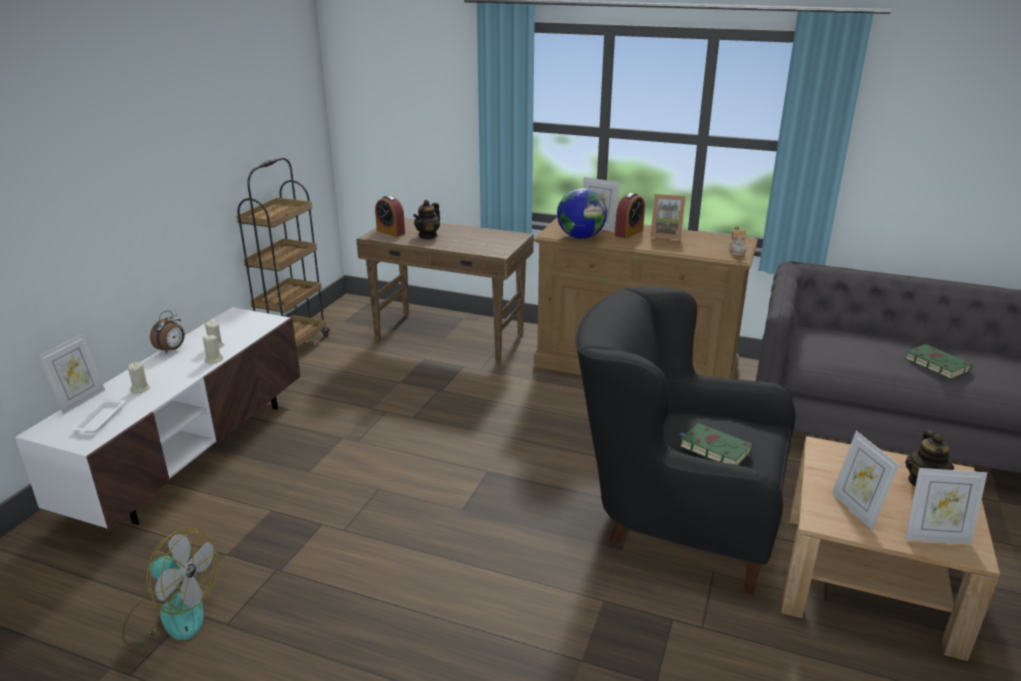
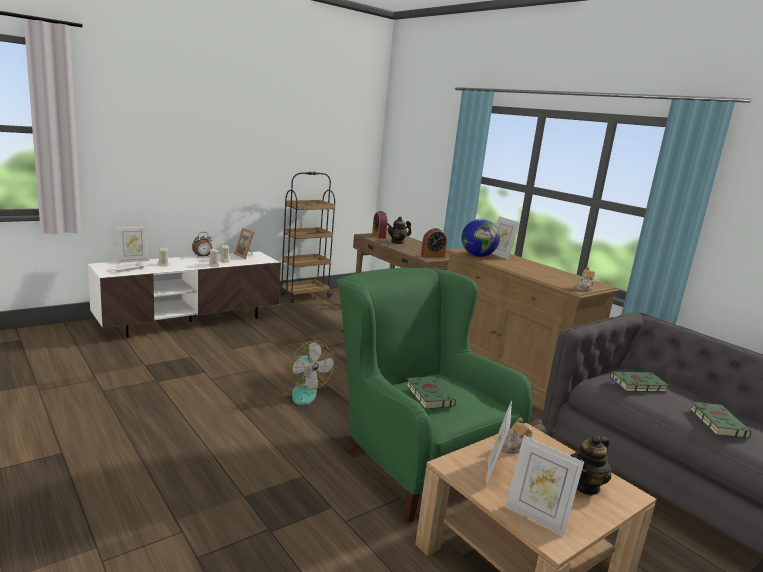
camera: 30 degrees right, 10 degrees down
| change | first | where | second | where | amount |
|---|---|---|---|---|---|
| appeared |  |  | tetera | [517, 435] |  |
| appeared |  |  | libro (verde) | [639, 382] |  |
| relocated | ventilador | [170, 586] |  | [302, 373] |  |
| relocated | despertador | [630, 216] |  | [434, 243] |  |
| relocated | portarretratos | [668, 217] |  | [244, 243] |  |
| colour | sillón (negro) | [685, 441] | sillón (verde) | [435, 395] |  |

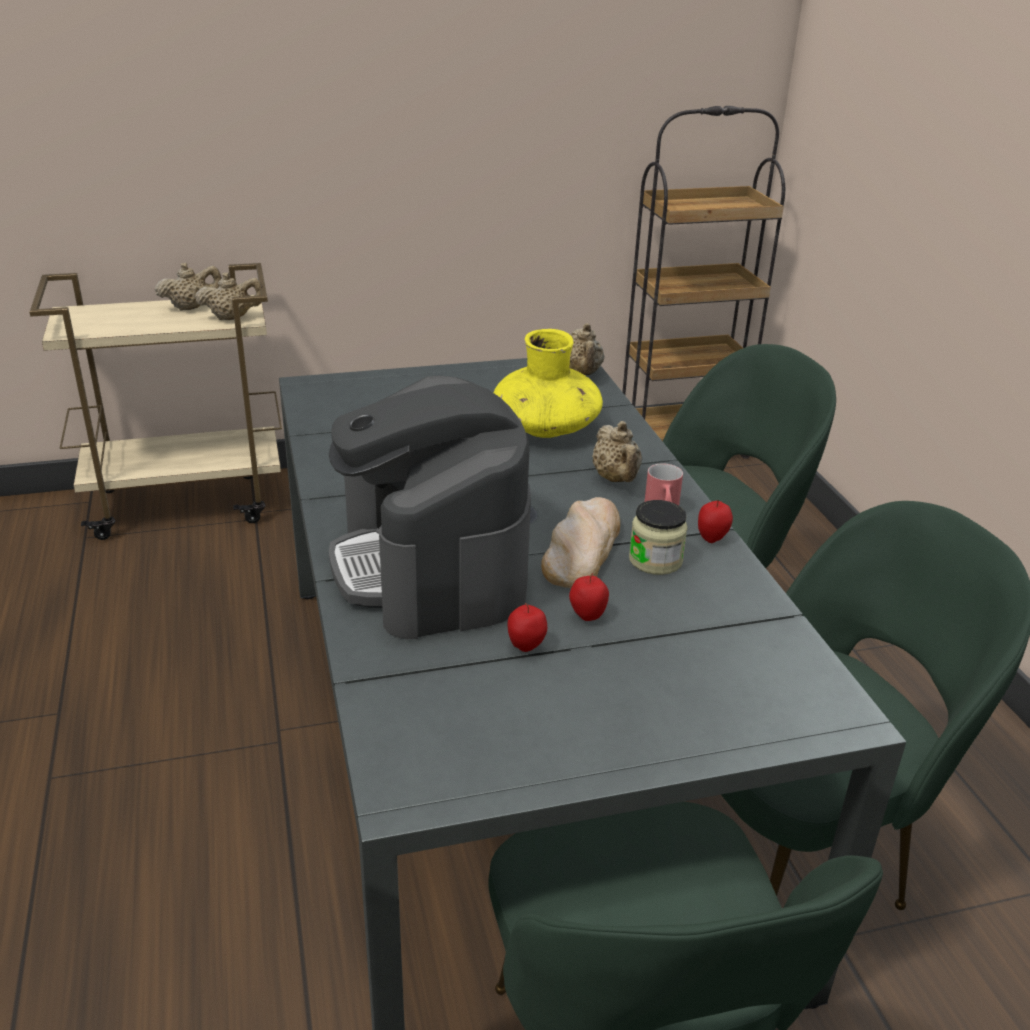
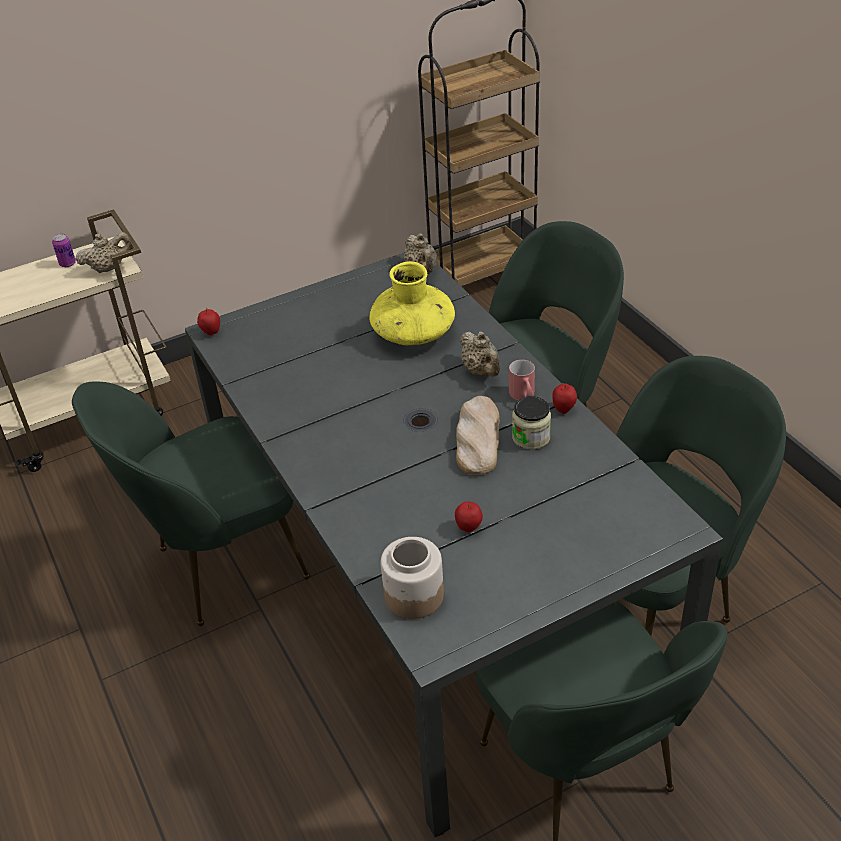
camera: 10 degrees left, 10 degrees up
| change | first | where | second | where | amount |
|---|---|---|---|---|---|
| missing | cafetera | [430, 507] |  |  |  |
| appeared |  |  | silla (verde) | [191, 503] |  |
| appeared |  |  | tarro | [412, 578] |  |
| relocated | manzana | [589, 597] |  | [208, 321] |  |
| exchanged | tetera (beis) | [188, 286] | lata | [64, 250] |  |

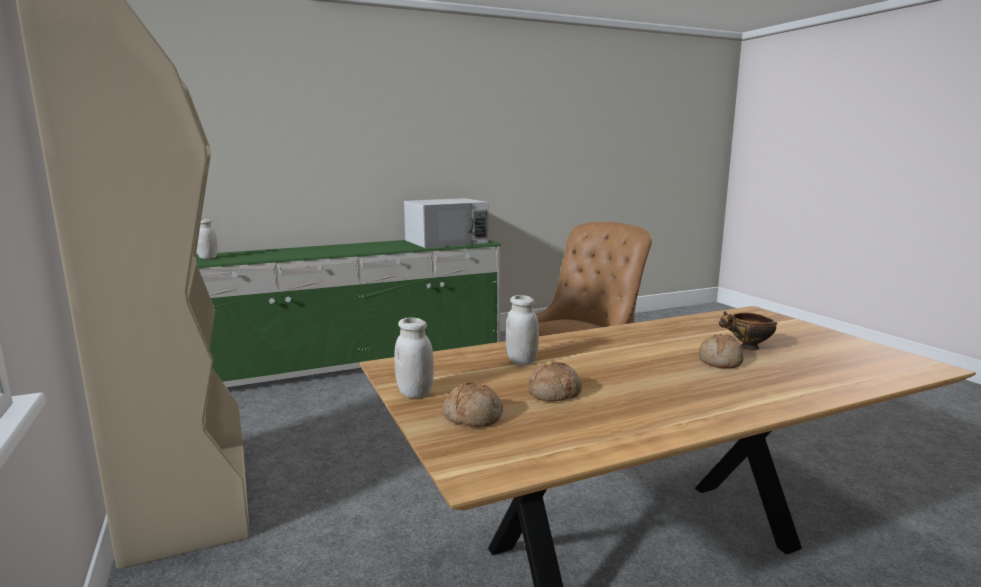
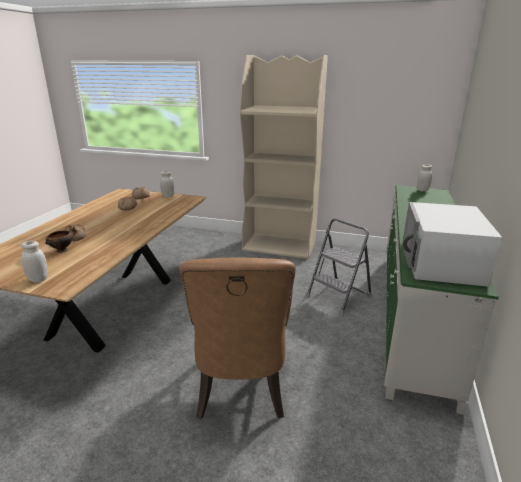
camera: 130 degrees right, 10 degrees up
| change | first | where | second | where | amount |
|---|---|---|---|---|---|
| appeared |  |  | escalera de tijera (gris) | [338, 267] |  |
| relocated | tarro (blanco) | [522, 330] |  | [34, 261] |  |

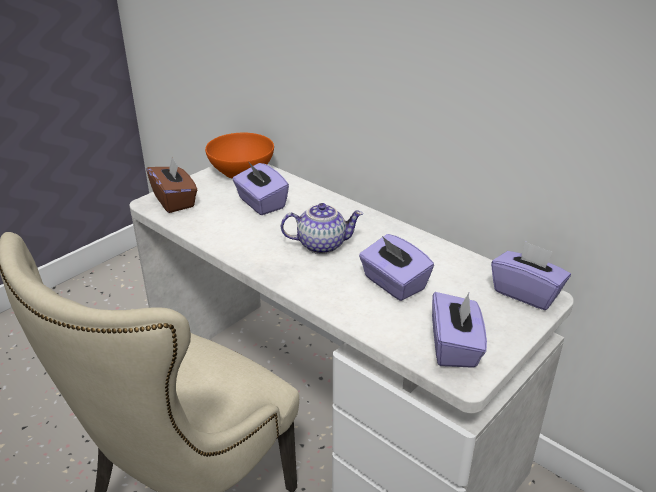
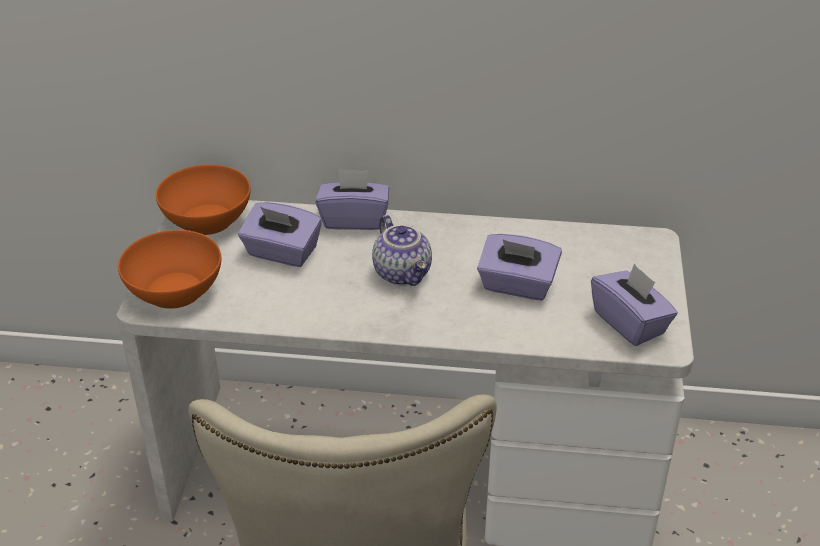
camera: 35 degrees left, 5 degrees up
| change | first | where | second | where | amount |
|---|---|---|---|---|---|
| relocated | caja de pañuelos (morado) | [531, 275] |  | [352, 199] |  |
| exchanged | caja de pañuelos (marrón) | [171, 185] | cuenco (naranja) | [169, 269] |  |
| spun | tetera | [322, 228] |  | [402, 250] | 105 degrees clockwise |

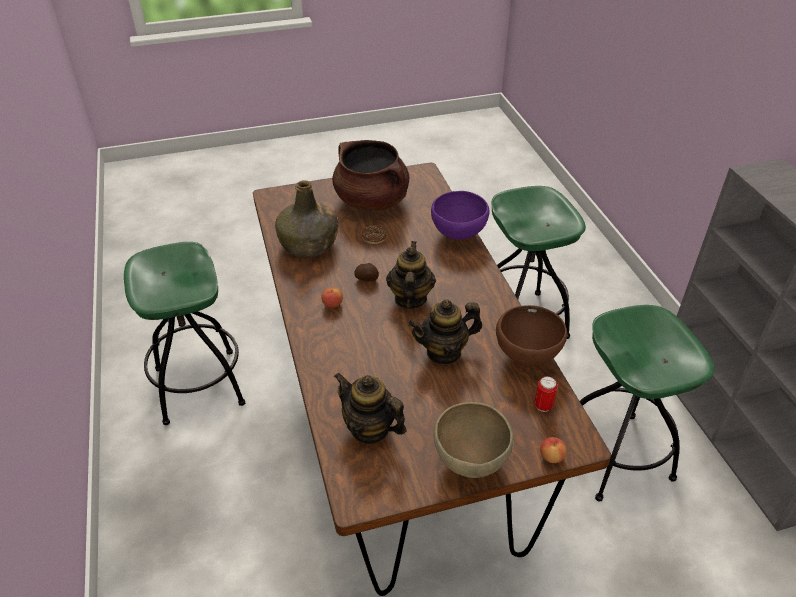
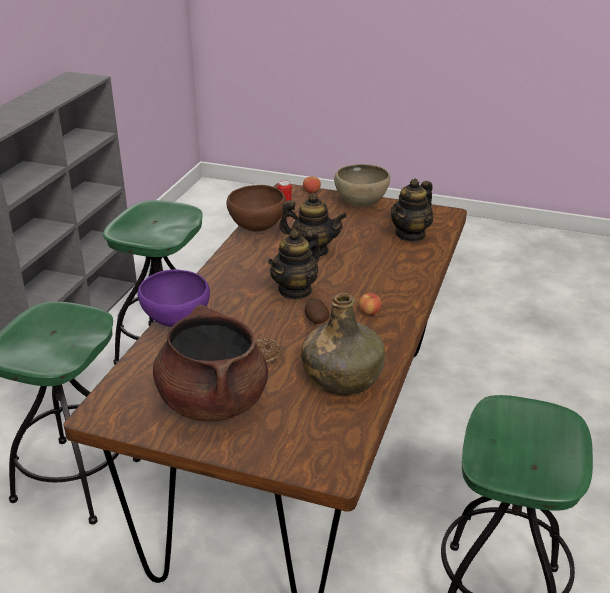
camera: 145 degrees left, 10 degrees down
| change | first | where | second | where | amount |
|---|---|---|---|---|---|
| spun | tetera | [370, 408] |  | [412, 210] | 60 degrees clockwise |

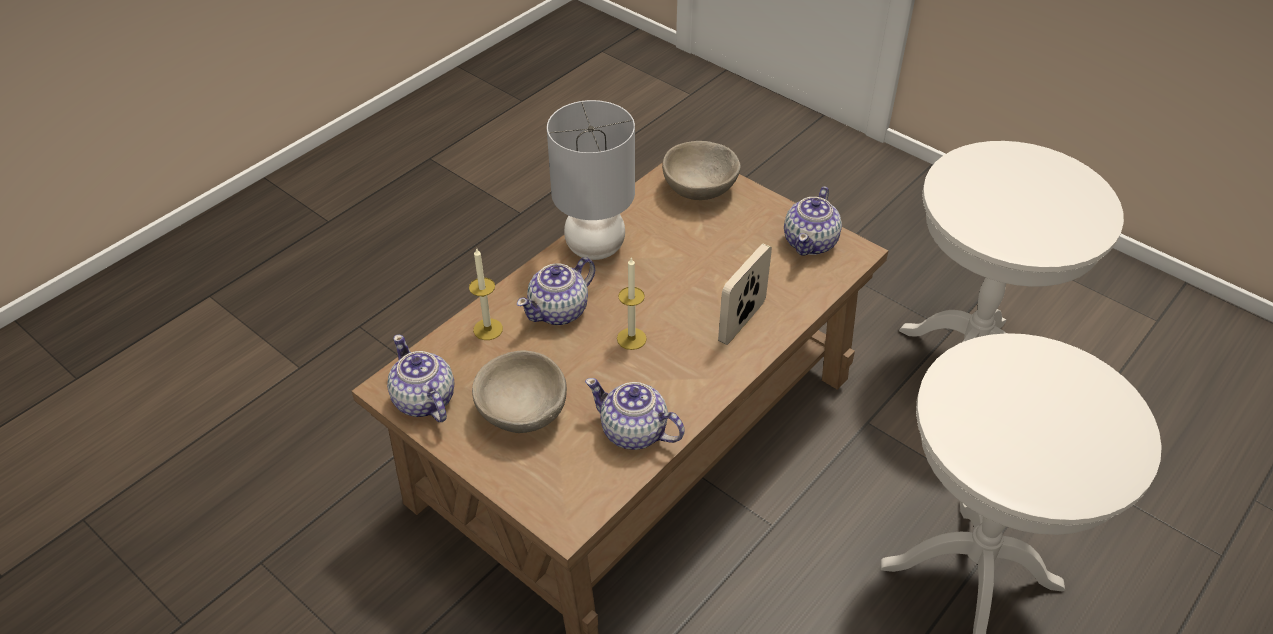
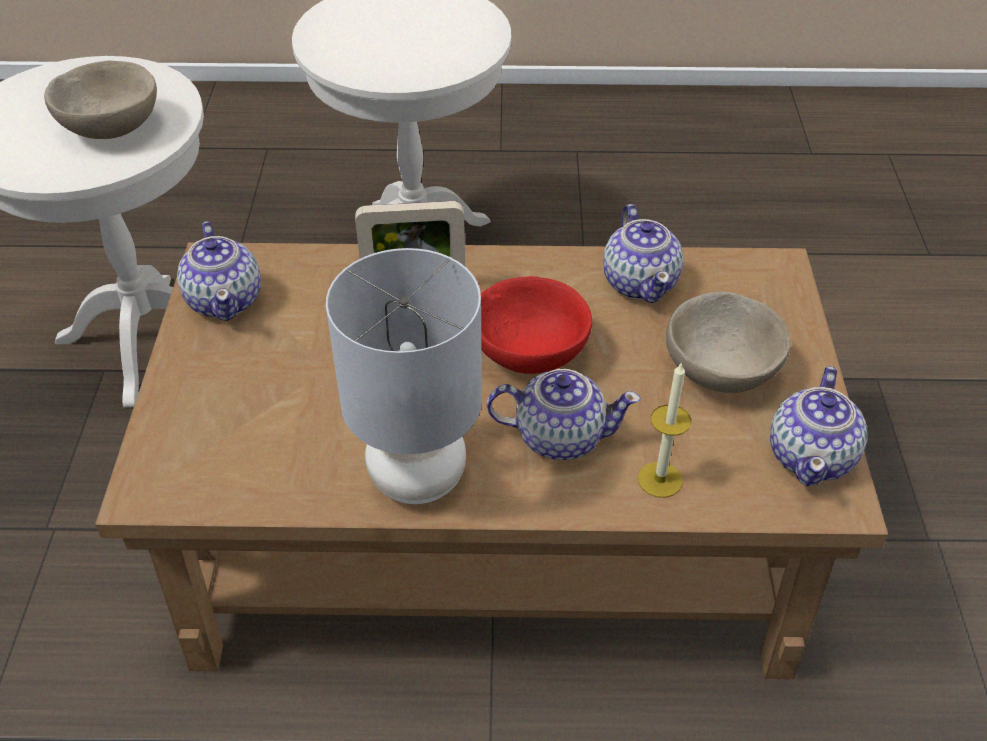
camera: 130 degrees left, 0 degrees up
| change | first | where | second | where | amount |
|---|---|---|---|---|---|
| relocated | cuenco (beis) | [701, 170] |  | [100, 100] |  |
| exchanged | vela | [632, 303] | cuenco (rojo) | [536, 325] |  |
| spun | tetera | [813, 221] |  | [219, 271] | 90 degrees clockwise |

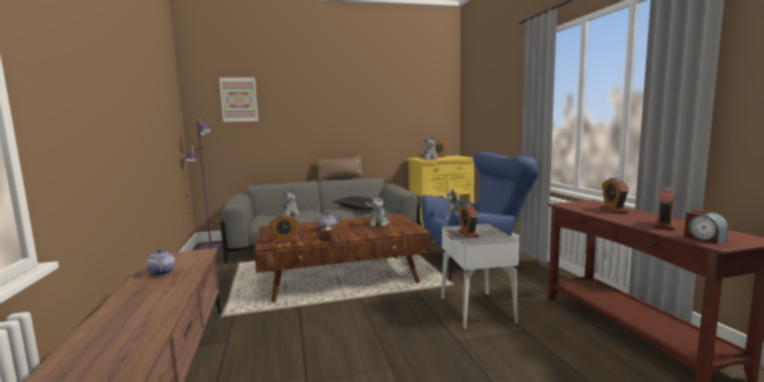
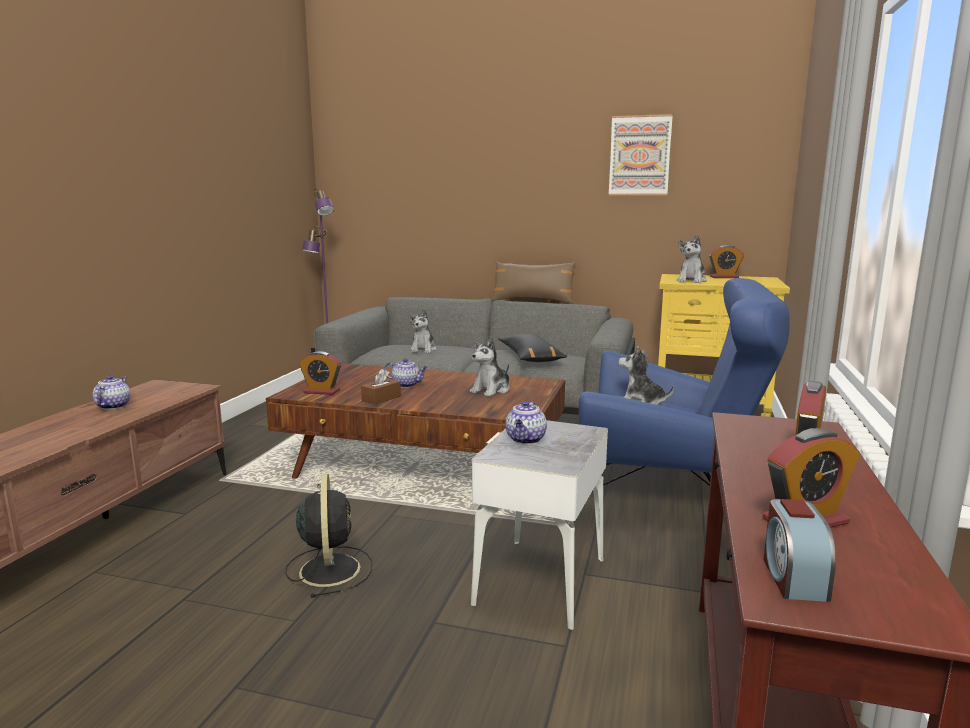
camera: 30 degrees right, 5 degrees up
| change | first | where | second | where | amount |
|---|---|---|---|---|---|
| appeared |  |  | ventilador (negro) | [328, 536] |  |
| relocated | cuadro | [238, 99] |  | [641, 154] |  |
| exchanged | despertador | [468, 221] | tetera | [526, 422] |  |

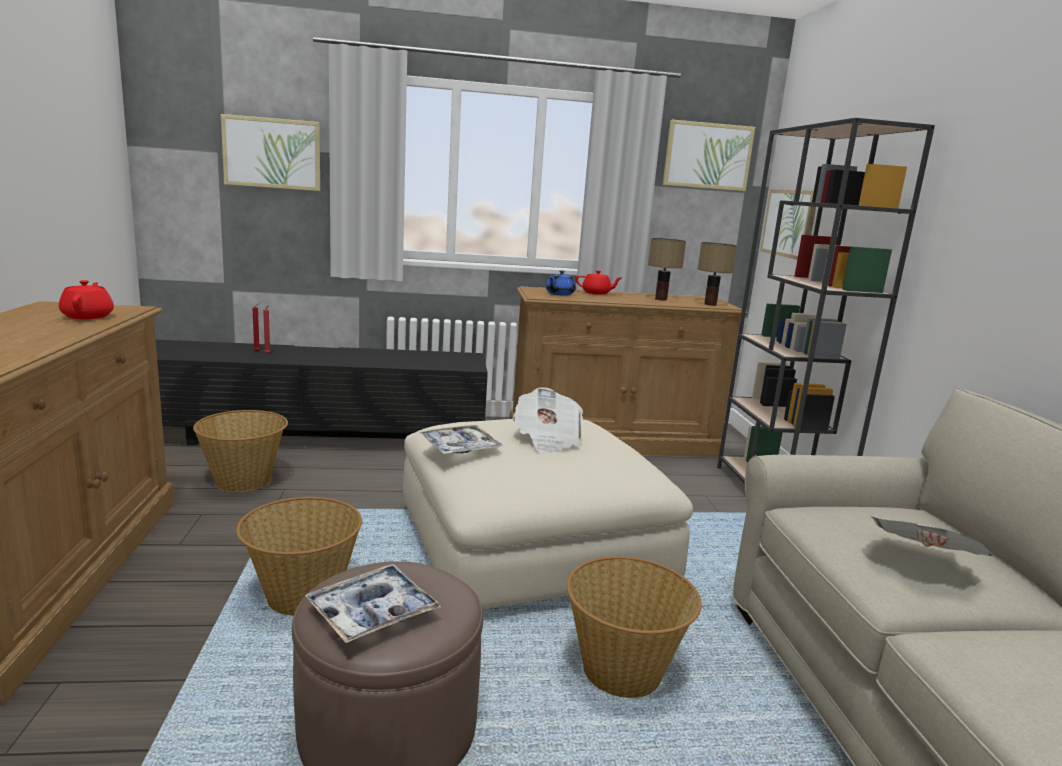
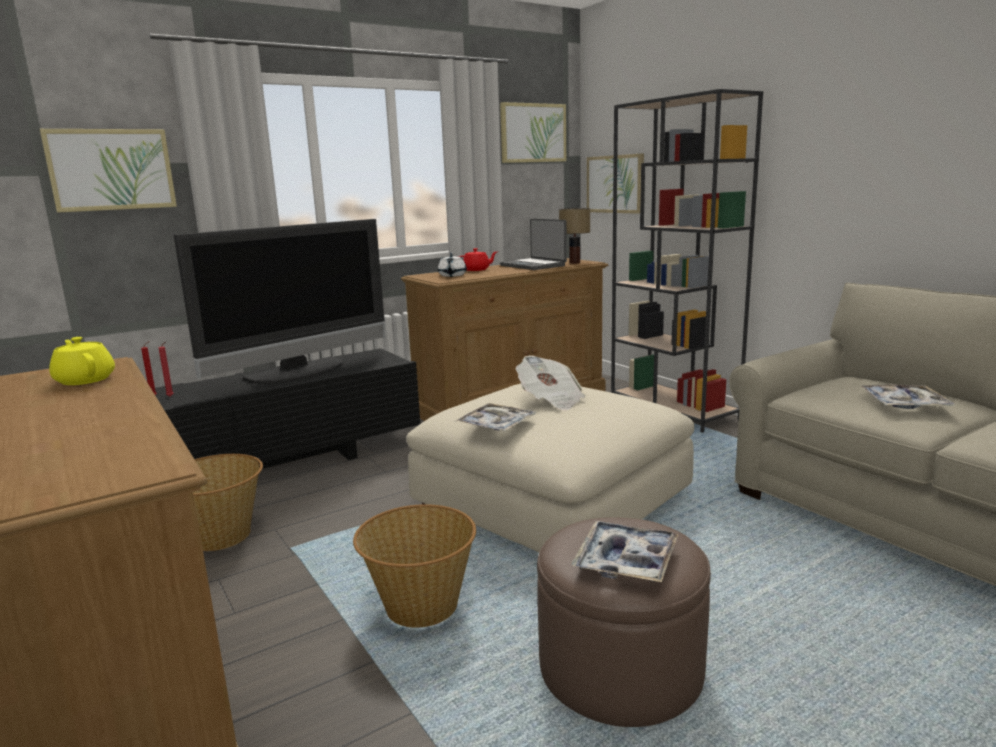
camera: 25 degrees left, 0 degrees up
| change | first | where | second | where | amount |
|---|---|---|---|---|---|
| missing | cesta | [634, 627] |  |  |  |
| appeared |  |  | televisor | [279, 301] |  |
| exchanged | lámpara de mesa | [667, 269] | portátil | [533, 244] |  |
| exchanged | periódico | [931, 536] | bandeja | [908, 396] |  |
| colour | tetera (rojo) | [86, 299] | tetera (amarillo) | [82, 361] |  |
| colour | tetera (azul) | [561, 283] | tetera (blanco) | [452, 265] |  |

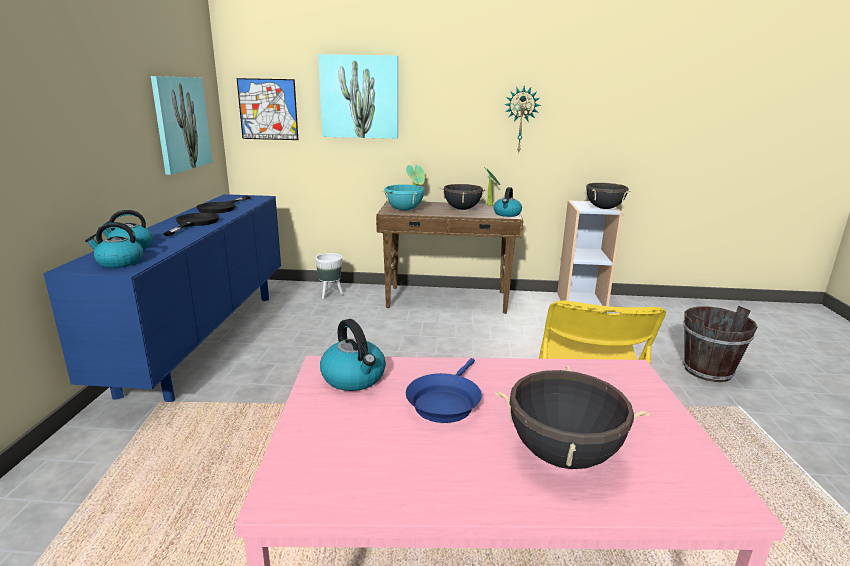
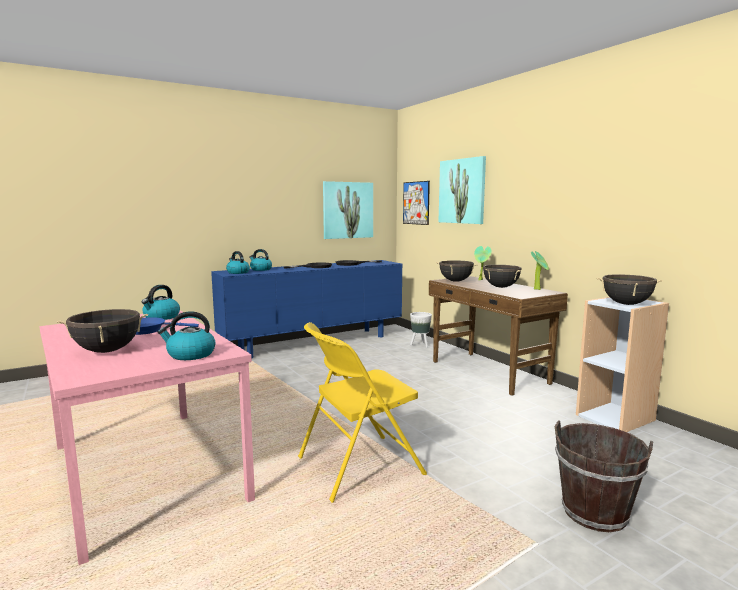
camera: 55 degrees right, 10 degrees down
| change | first | where | second | where | amount |
|---|---|---|---|---|---|
| missing | reloj de pared | [522, 119] |  |  |  |
| relocated | hervidor | [508, 202] |  | [187, 335] |  |
| colour | olla (turquesa) | [404, 197] | olla (negro) | [457, 271] |  |

